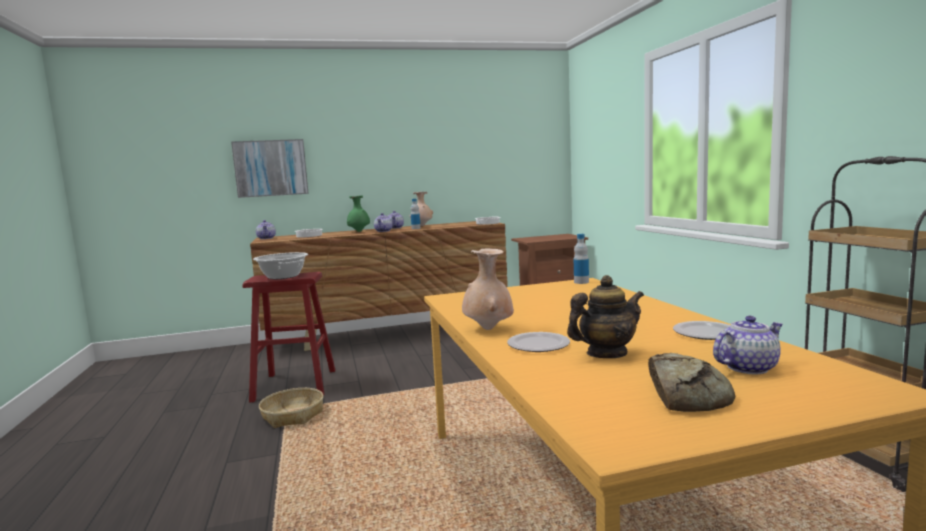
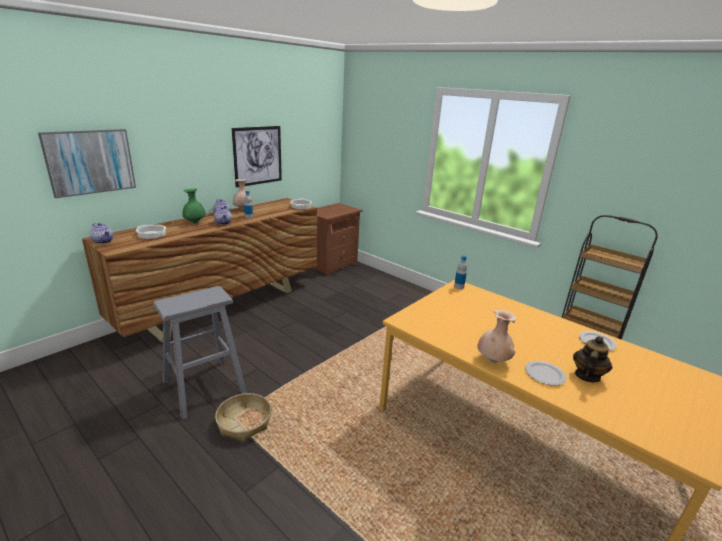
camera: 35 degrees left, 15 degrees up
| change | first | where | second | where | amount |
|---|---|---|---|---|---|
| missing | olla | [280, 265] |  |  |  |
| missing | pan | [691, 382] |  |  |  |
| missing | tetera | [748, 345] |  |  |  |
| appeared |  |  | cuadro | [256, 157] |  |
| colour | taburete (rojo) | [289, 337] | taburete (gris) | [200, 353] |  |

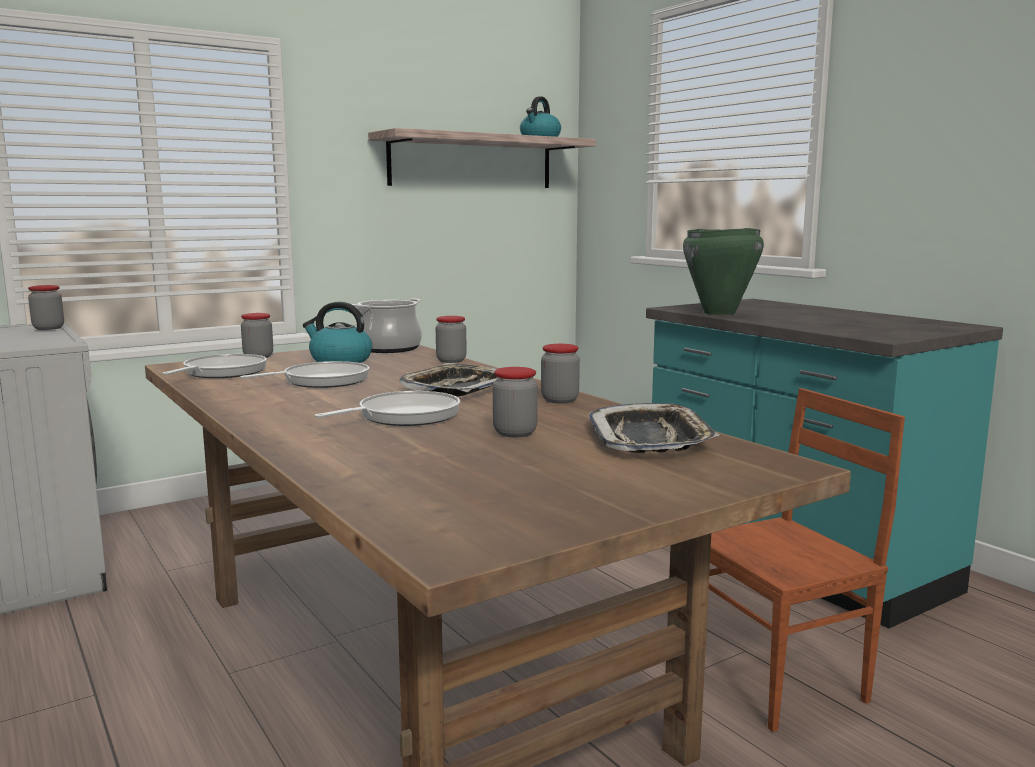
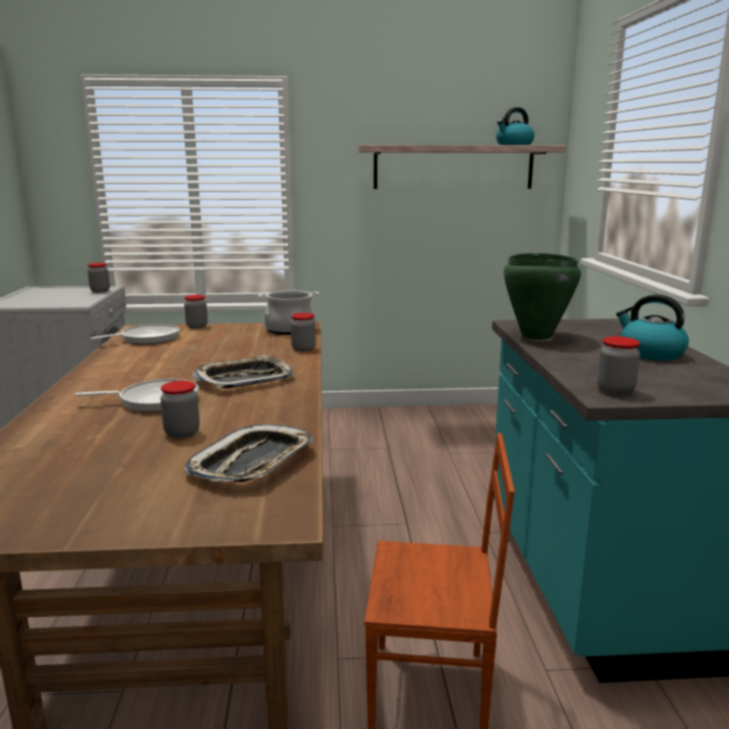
camera: 30 degrees right, 5 degrees up
| change | first | where | second | where | amount |
|---|---|---|---|---|---|
| missing | sartén | [304, 374] |  |  |  |
| relocated | hervidor | [337, 332] |  | [652, 327] |  |
| relocated | tarro | [560, 373] |  | [618, 366] |  |

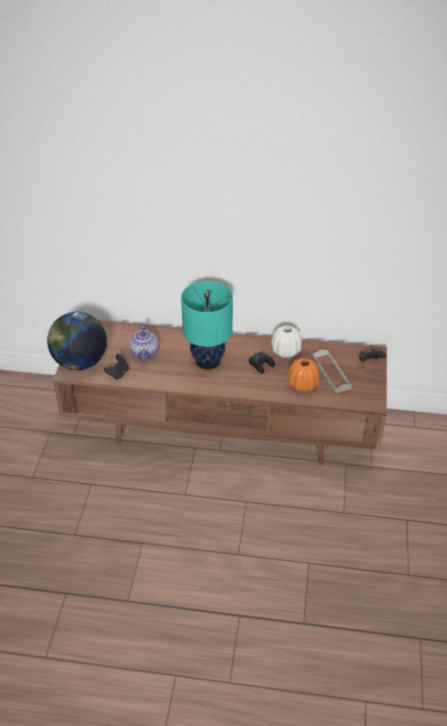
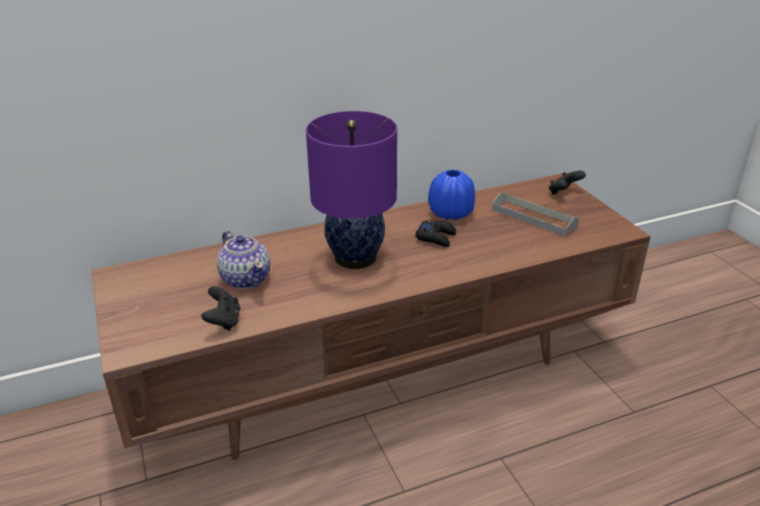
camera: 30 degrees left, 10 degrees down
| change | first | where | second | where | amount |
|---|---|---|---|---|---|
| missing | globo terráqueo | [77, 341] |  |  |  |
| missing | florero (naranja) | [303, 375] |  |  |  |
| colour | lámpara de mesa (turquesa) | [207, 325] | lámpara de mesa (morado) | [351, 190] |  |
| colour | florero (blanco) | [286, 341] | florero (azul) | [451, 194] |  |

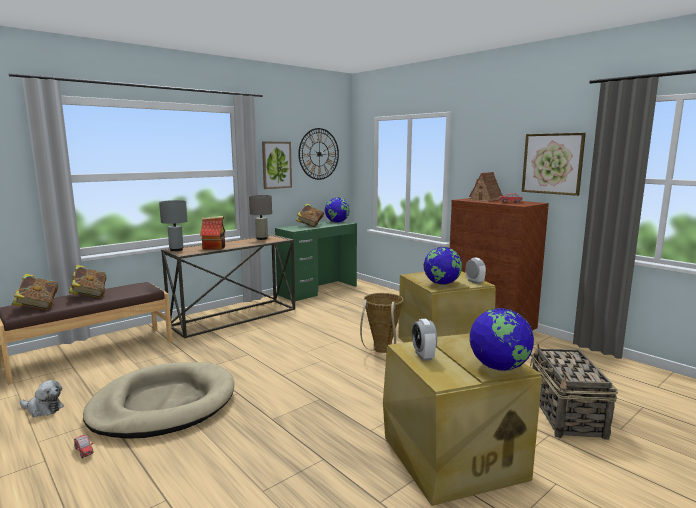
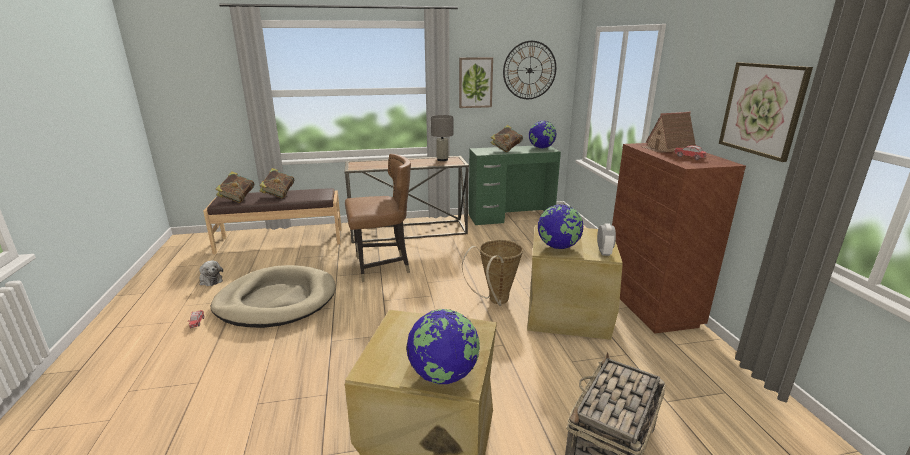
camera: 30 degrees right, 10 degrees up
| change | first | where | second | where | amount |
|---|---|---|---|---|---|
| missing | lámpara de mesa (gris) | [173, 225] |  |  |  |
| missing | casita | [212, 232] |  |  |  |
| missing | despertador | [424, 340] |  |  |  |
| appeared |  |  | silla (marrón) | [378, 218] |  |

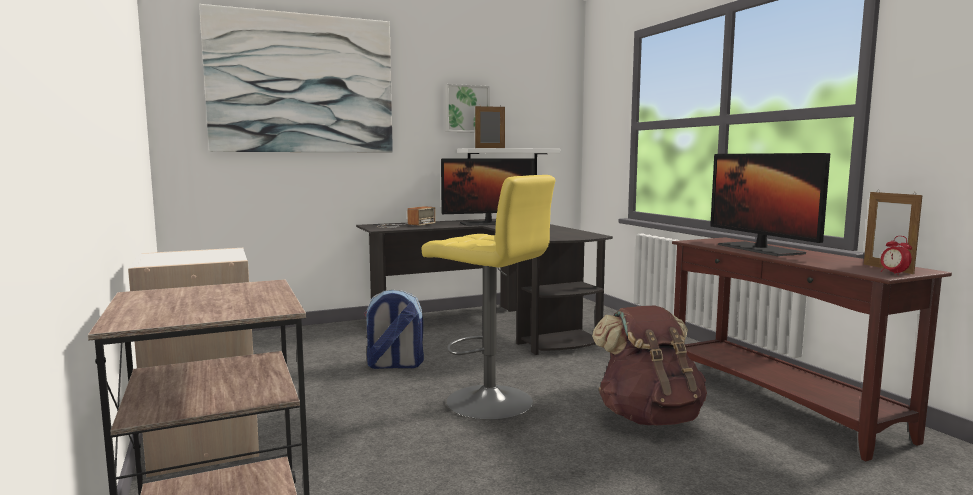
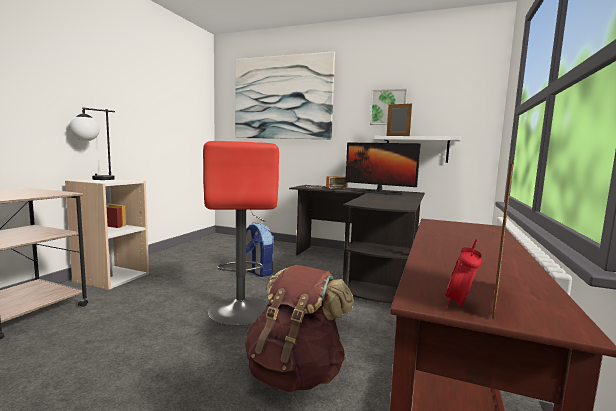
camera: 45 degrees right, 0 degrees up
| change | first | where | second | where | amount |
|---|---|---|---|---|---|
| missing | monitor | [770, 204] |  |  |  |
| appeared |  |  | lámpara de mesa | [92, 143] |  |
| colour | taburete (amarillo) | [488, 297] | taburete (rojo) | [241, 233] |  |

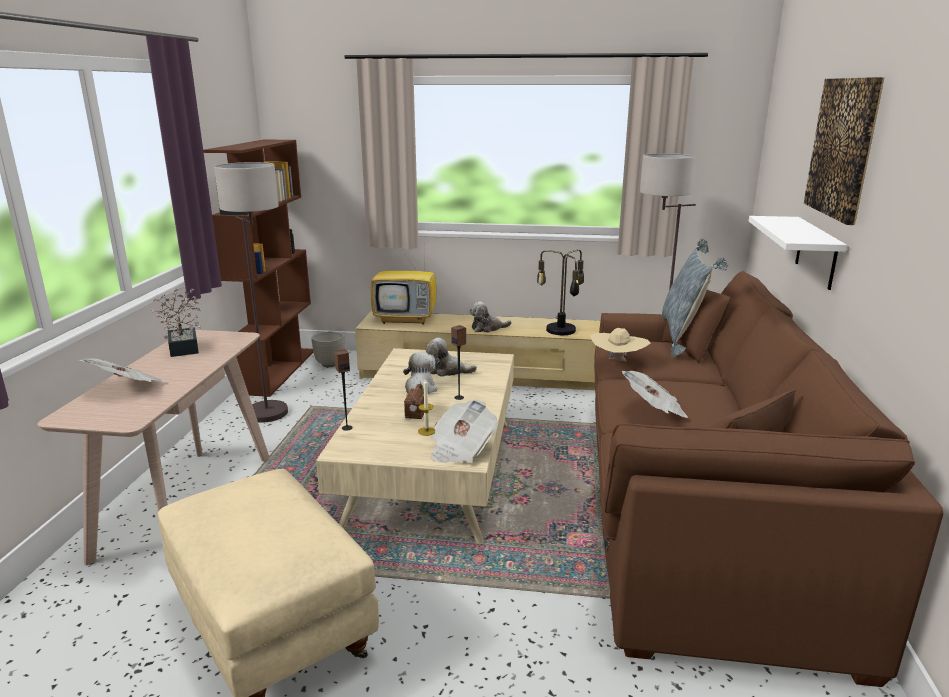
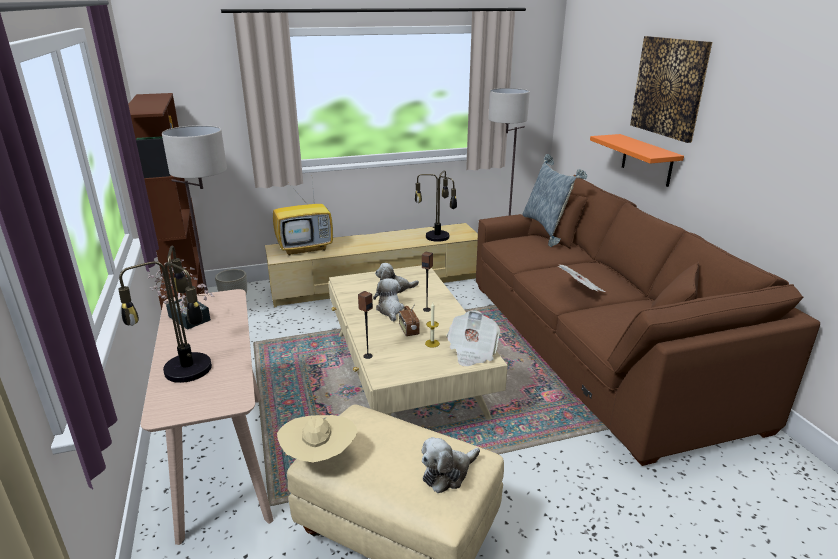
camera: 25 degrees left, 5 degrees up
| change | first | where | second | where | amount |
|---|---|---|---|---|---|
| relocated | peluche | [491, 317] |  | [451, 465] |  |
| relocated | sombrero (beis) | [620, 345] |  | [317, 438] |  |
| exchanged | periódico | [122, 370] | lámpara de mesa | [165, 314] |  |
| colour | estante (blanco) | [798, 253] | estante (naranja) | [637, 160] |  |

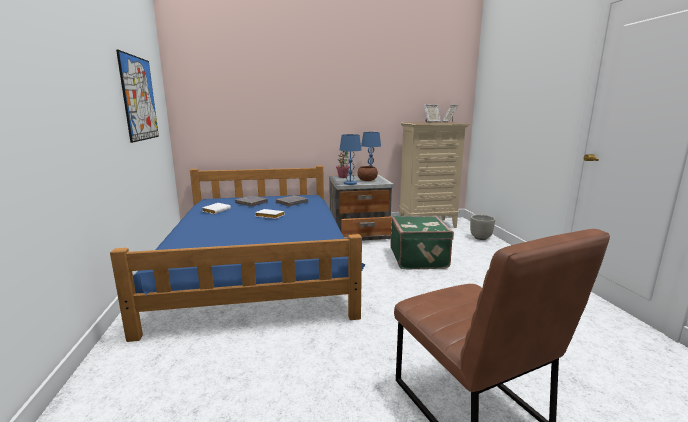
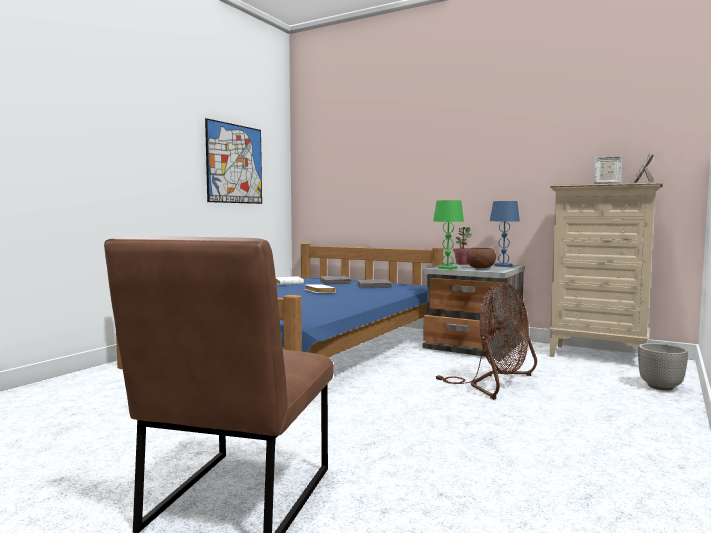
camera: 40 degrees right, 10 degrees down
| change | first | where | second | where | amount |
|---|---|---|---|---|---|
| exchanged | maleta (verde) | [422, 242] | ventilador (marrón) | [486, 341] |  |
| colour | lámpara de mesa (azul) | [350, 159] | lámpara de mesa (verde) | [448, 234] |  |

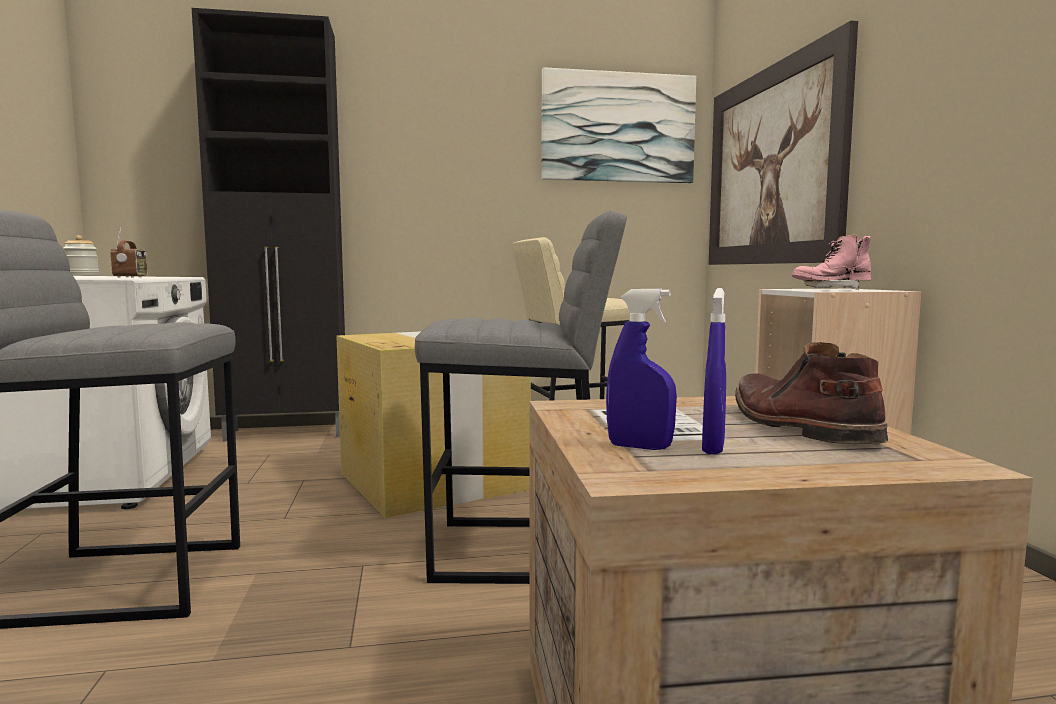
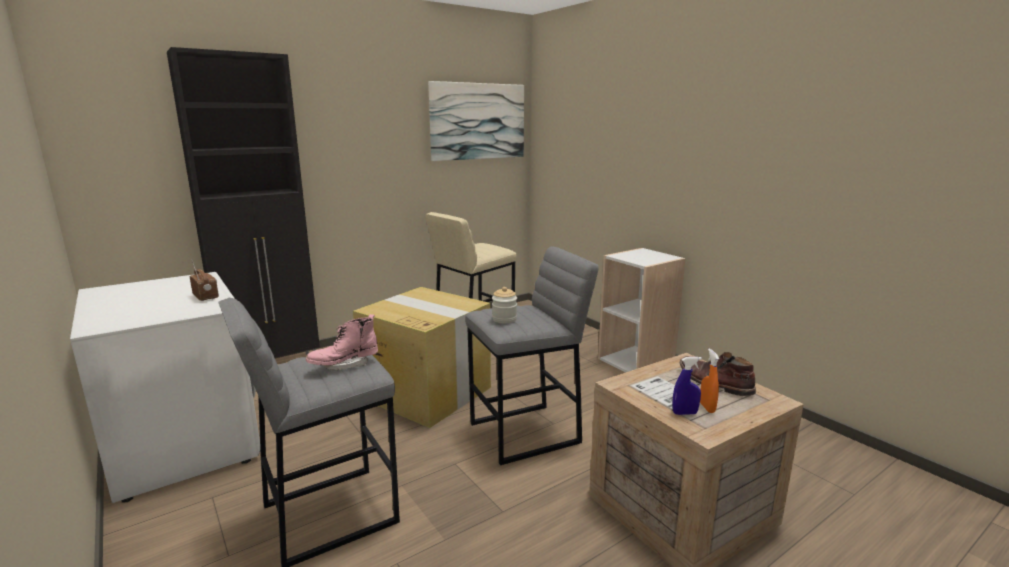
camera: 25 degrees left, 10 degrees up
| change | first | where | second | where | amount |
|---|---|---|---|---|---|
| missing | cuadro | [783, 143] |  |  |  |
| relocated | tarro | [81, 255] |  | [504, 305] |  |
| relocated | bota (rosa) | [831, 262] |  | [342, 342] |  |
| colour | pulverizador (azul) | [714, 371] | pulverizador (naranja) | [709, 381] |  |

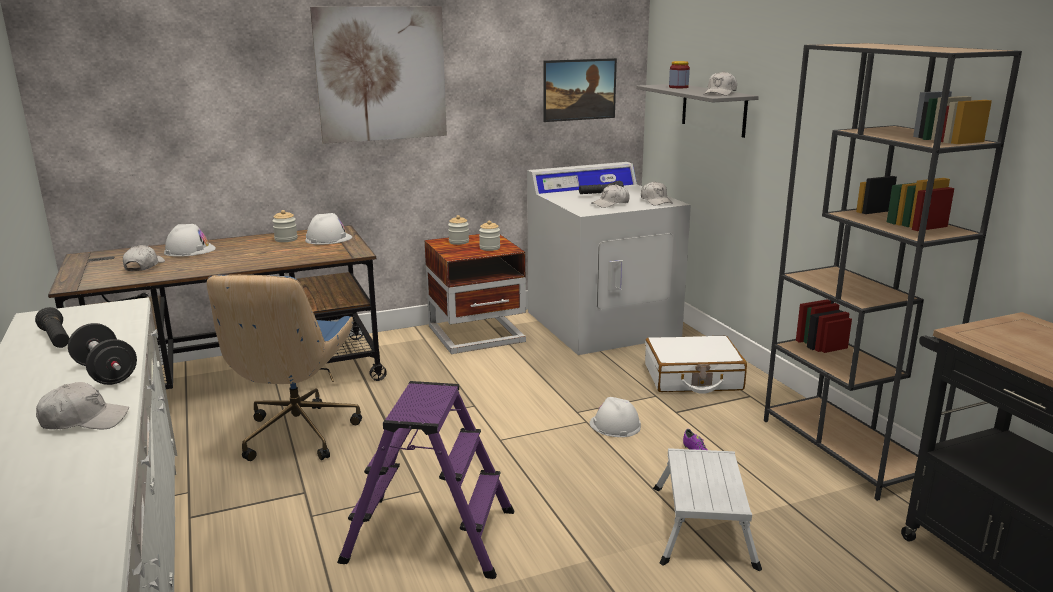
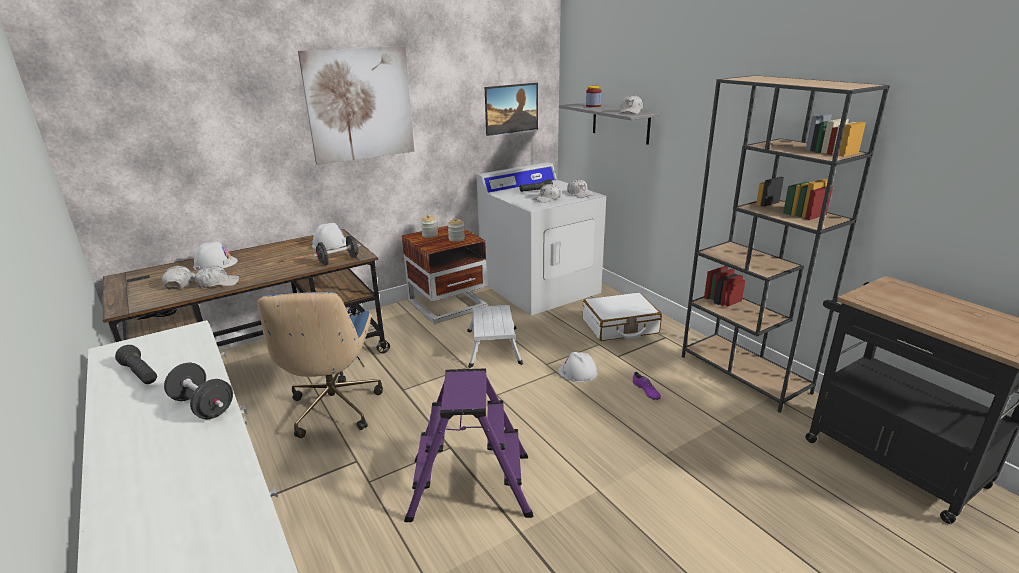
camera: 10 degrees left, 5 degrees up
| change | first | where | second | where | amount |
|---|---|---|---|---|---|
| missing | tarro | [285, 226] |  |  |  |
| appeared |  |  | mancuerna (negro) | [337, 250] |  |
| relocated | gorra (blanco) | [82, 405] |  | [217, 276] |  |
| relocated | escalera de tijera (blanco) | [707, 509] |  | [495, 336] |  |

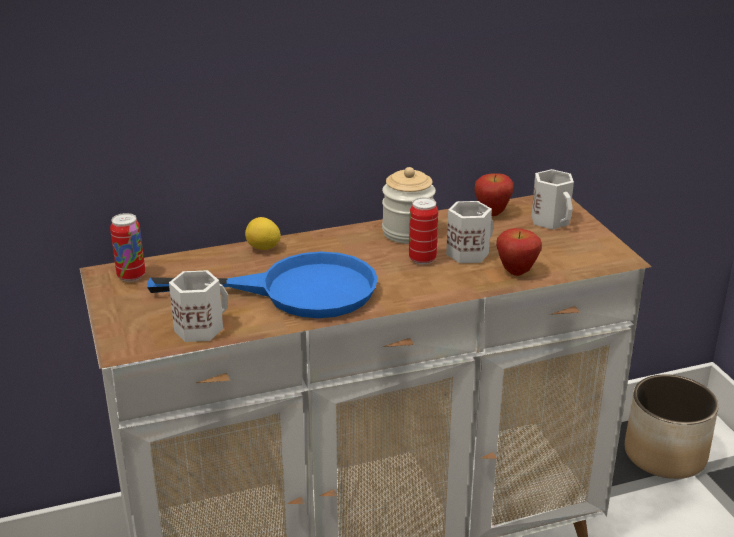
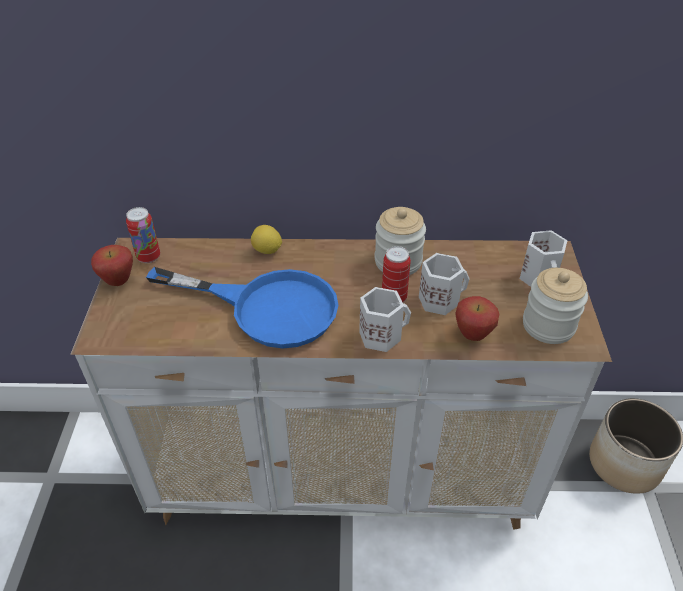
camera: 20 degrees right, 15 degrees up
| change | first | where | second | where | amount |
|---|---|---|---|---|---|
| appeared |  |  | tarro | [555, 306] |  |
| relocated | taza grande (blanco) | [198, 306] |  | [385, 319] |  |
| relocated | manzana | [494, 194] |  | [112, 265] |  |

